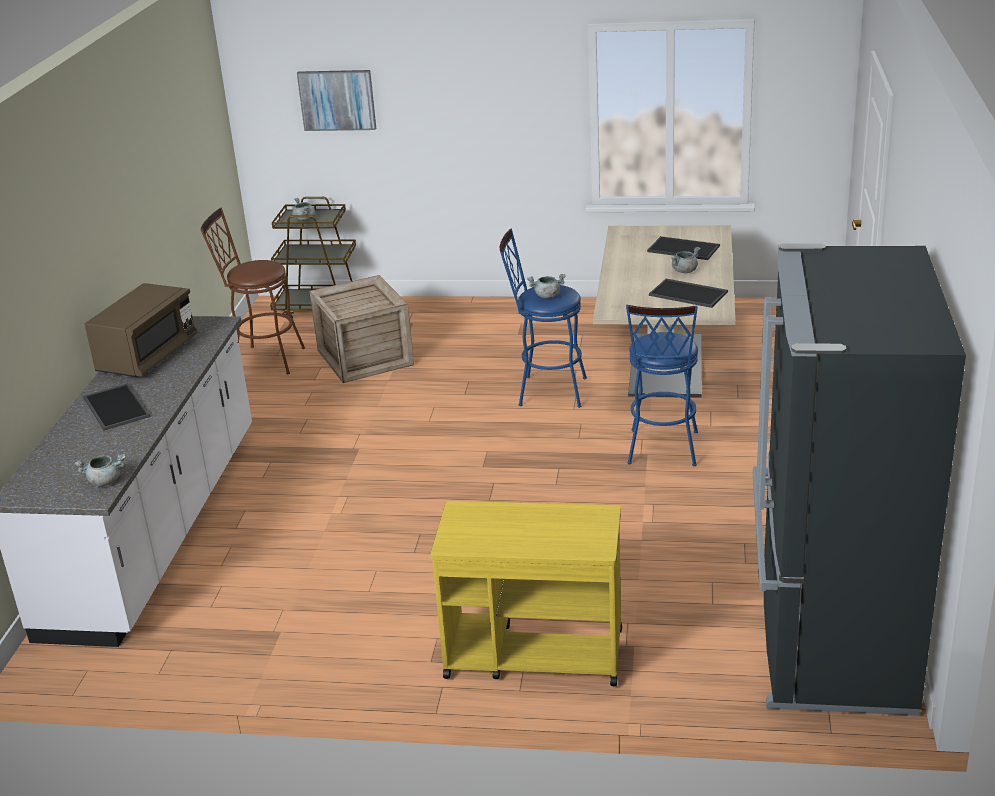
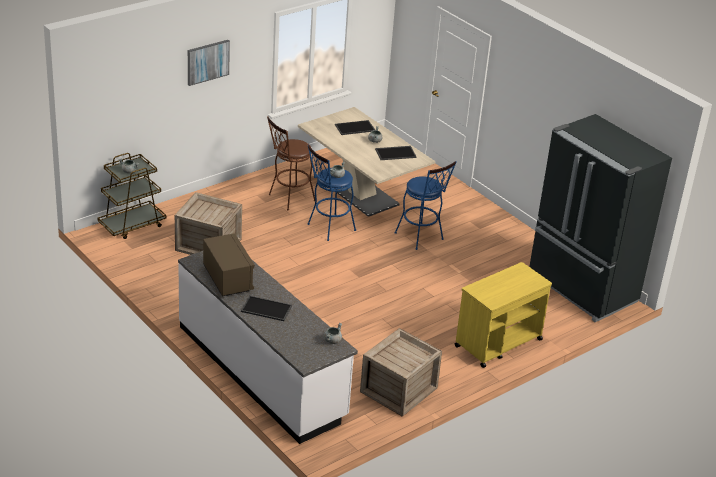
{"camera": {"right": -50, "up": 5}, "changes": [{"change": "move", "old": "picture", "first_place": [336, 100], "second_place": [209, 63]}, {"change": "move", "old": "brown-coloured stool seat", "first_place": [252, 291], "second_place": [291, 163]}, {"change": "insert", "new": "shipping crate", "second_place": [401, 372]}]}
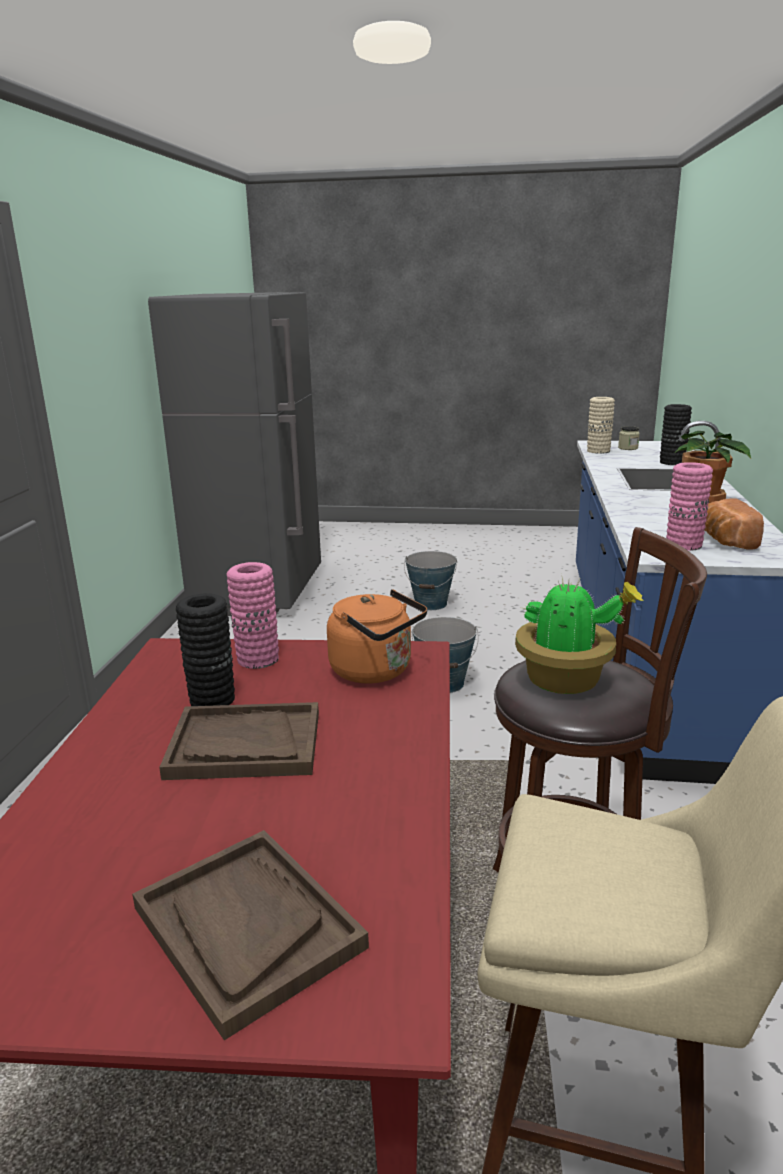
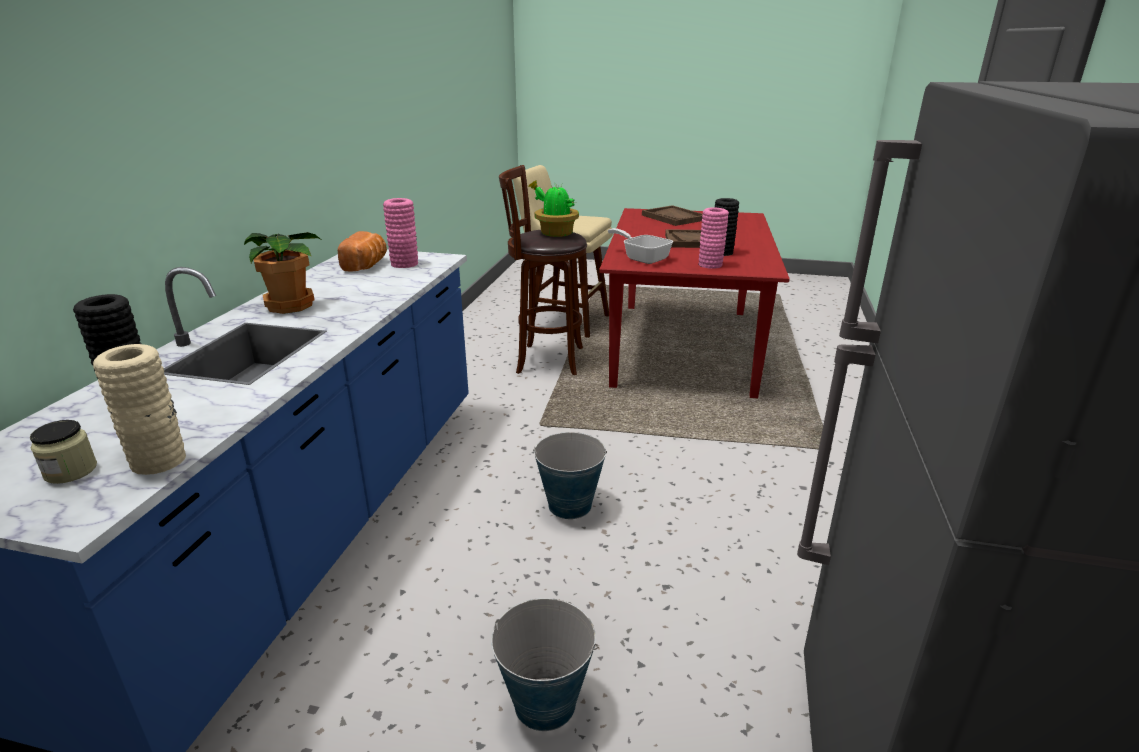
{"camera": {"right": -175, "up": 5}, "changes": [{"change": "replace", "old": "orange-coloured water kettle", "new": "frying pan", "first_place": [377, 636], "second_place": [640, 246]}]}
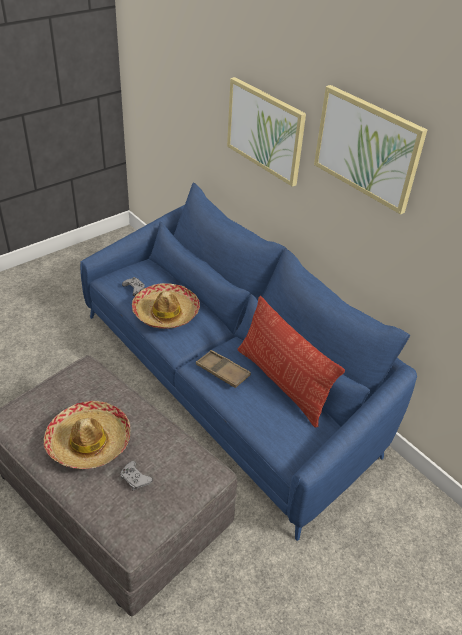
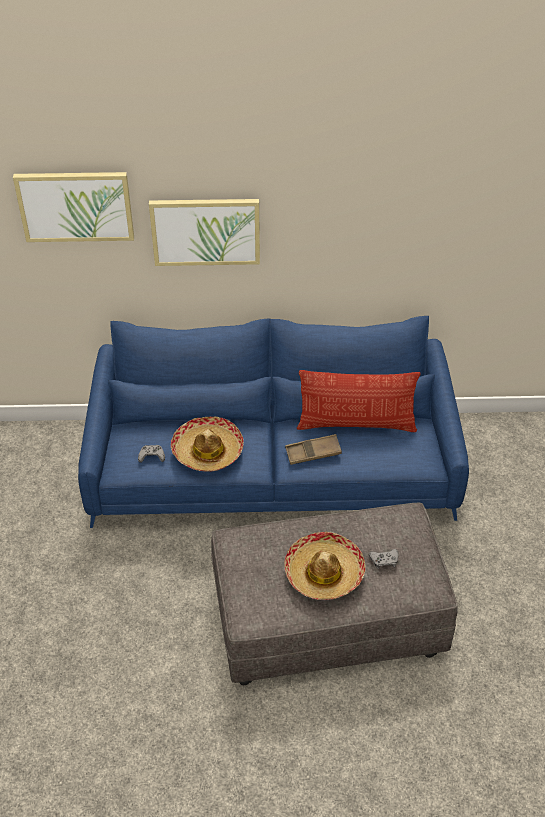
{"camera": {"right": -50, "up": 5}, "changes": [{"change": "move", "old": "picture", "first_place": [370, 149], "second_place": [73, 207]}]}
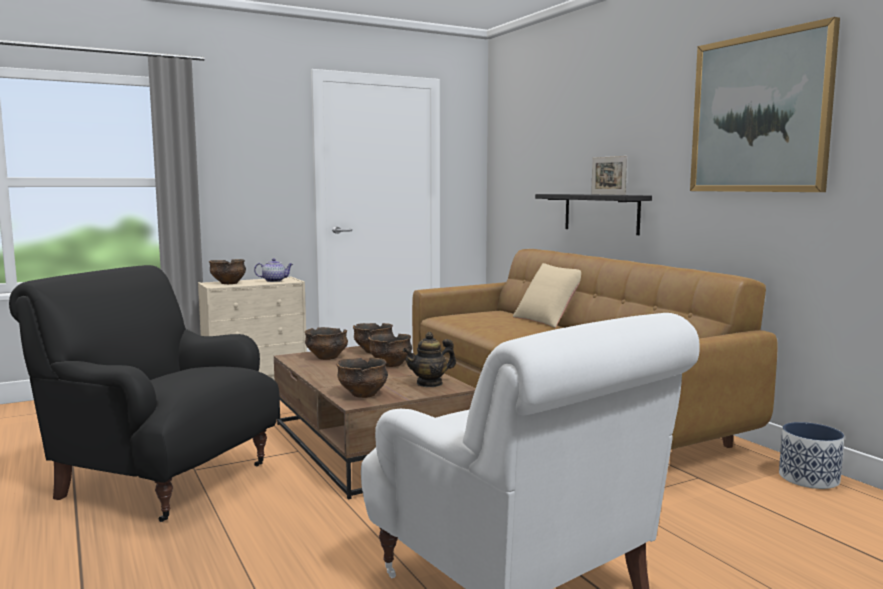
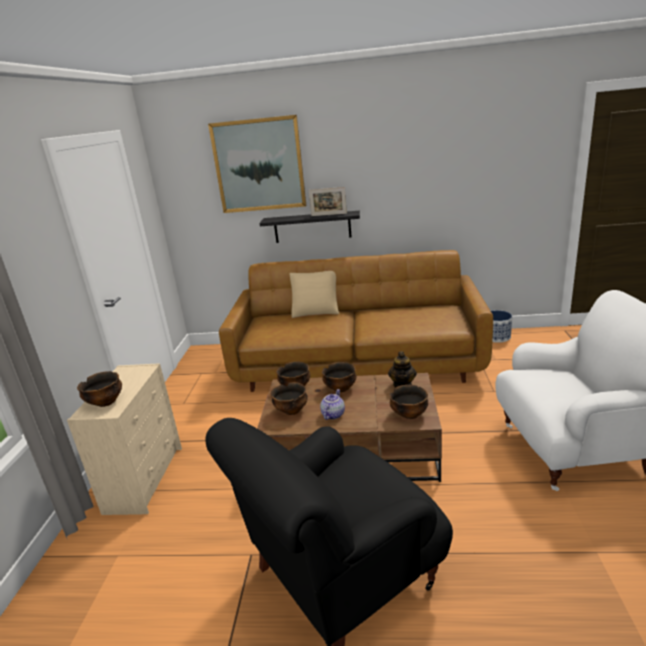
{"camera": {"right": -55, "up": 15}, "changes": [{"change": "move", "old": "picture", "first_place": [765, 104], "second_place": [257, 164]}, {"change": "move", "old": "teapot", "first_place": [273, 270], "second_place": [332, 404]}]}
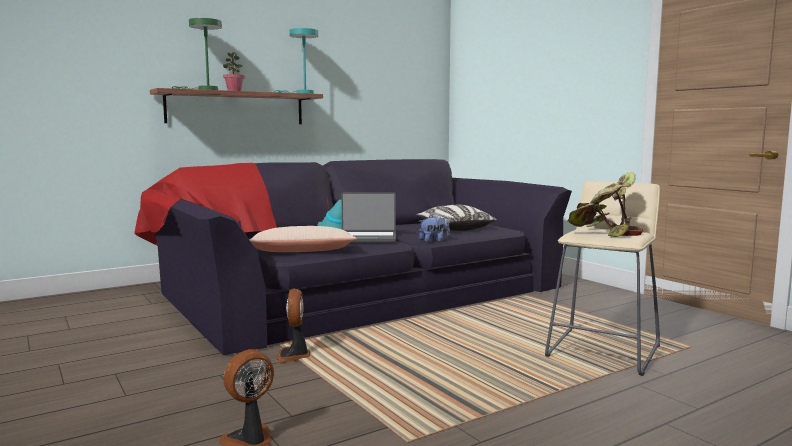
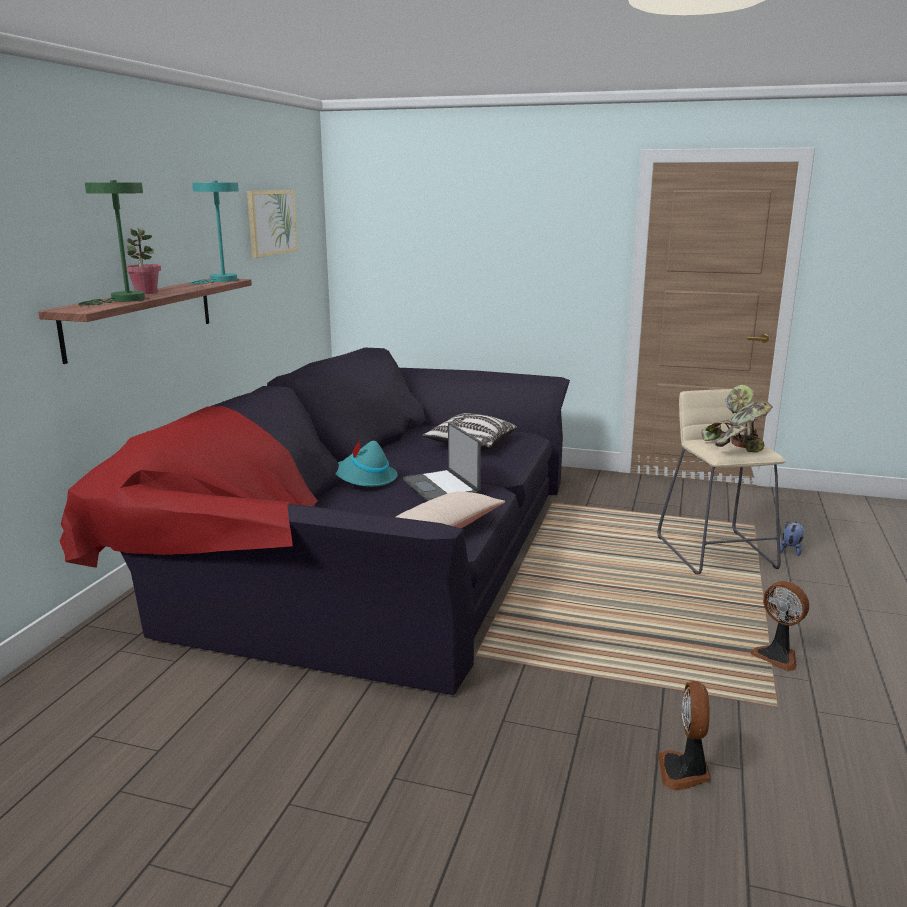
{"camera": {"right": -40, "up": 10}, "changes": [{"change": "insert", "new": "picture", "second_place": [272, 224]}, {"change": "rotate", "old": "notebook computer", "first_place": [368, 217], "second_place": [442, 462], "degrees": 105}, {"change": "move", "old": "cooling fan", "first_place": [293, 325], "second_place": [780, 626]}, {"change": "move", "old": "plush toy", "first_place": [434, 228], "second_place": [792, 538]}]}
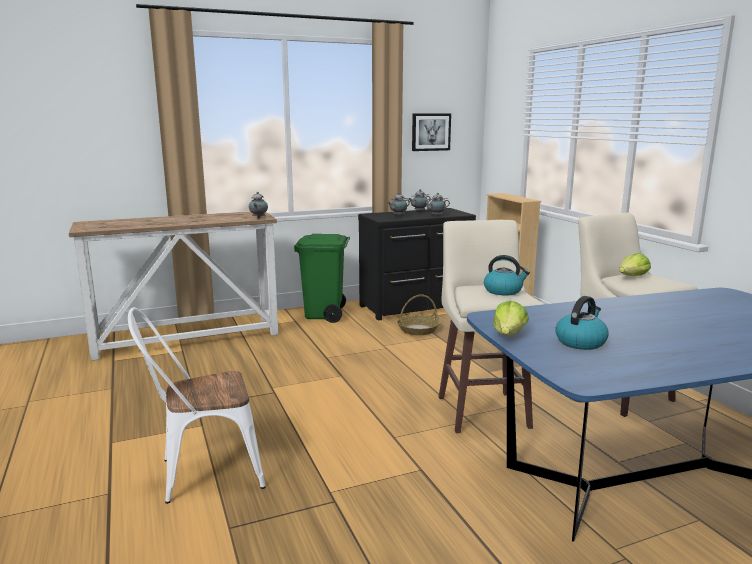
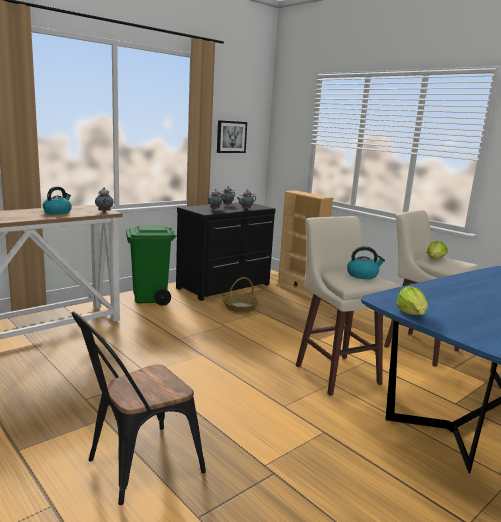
{"camera": {"right": -20, "up": 0}, "changes": [{"change": "move", "old": "water kettle", "first_place": [582, 323], "second_place": [57, 200]}, {"change": "recolor", "old": "whitish upright chair", "new": "black-coloured upright chair", "first_place": [197, 405], "second_place": [138, 408]}]}
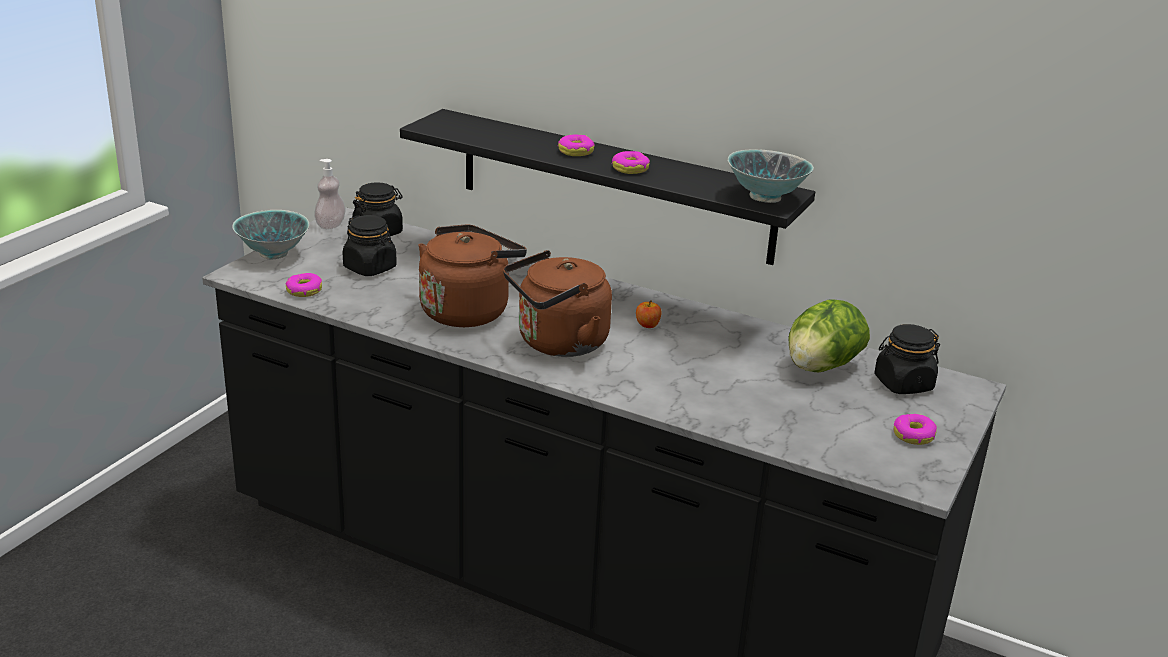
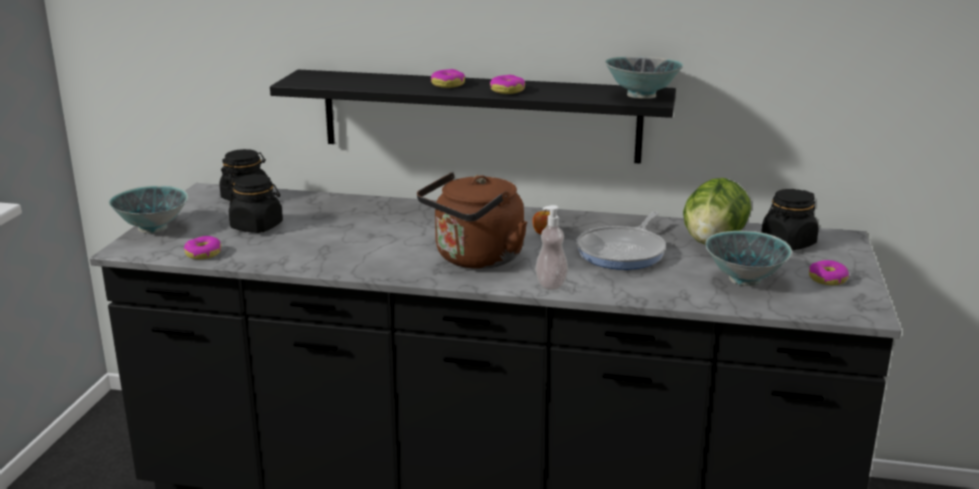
{"camera": {"right": -15, "up": -5}, "changes": [{"change": "move", "old": "soap bottle", "first_place": [330, 194], "second_place": [551, 247]}, {"change": "insert", "new": "frying pan", "second_place": [621, 240]}, {"change": "insert", "new": "serving bowl", "second_place": [748, 258]}, {"change": "delete", "old": "brown-coloured water kettle", "first_place": [472, 275]}]}
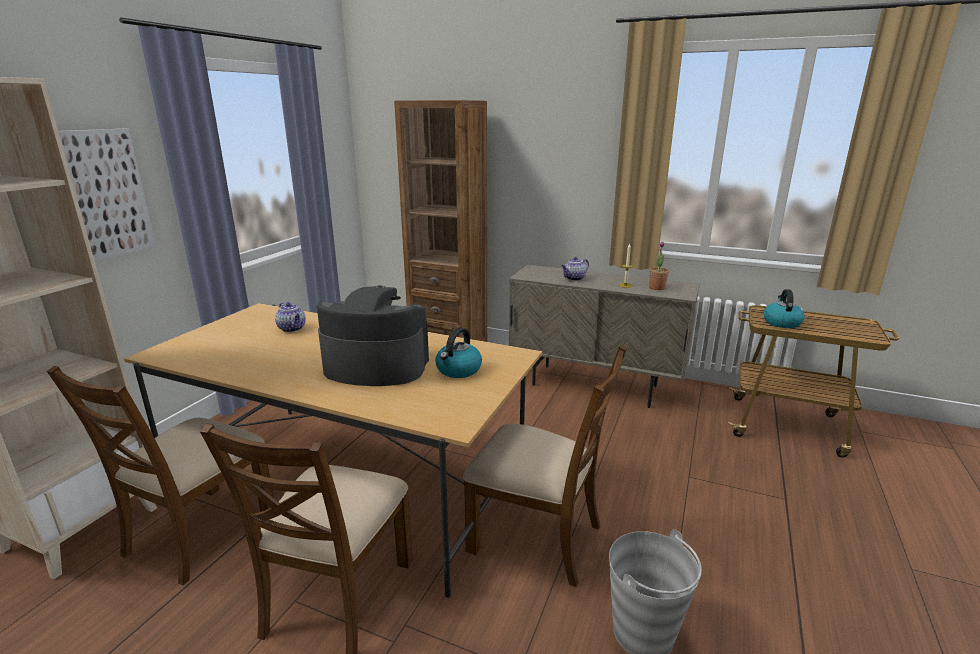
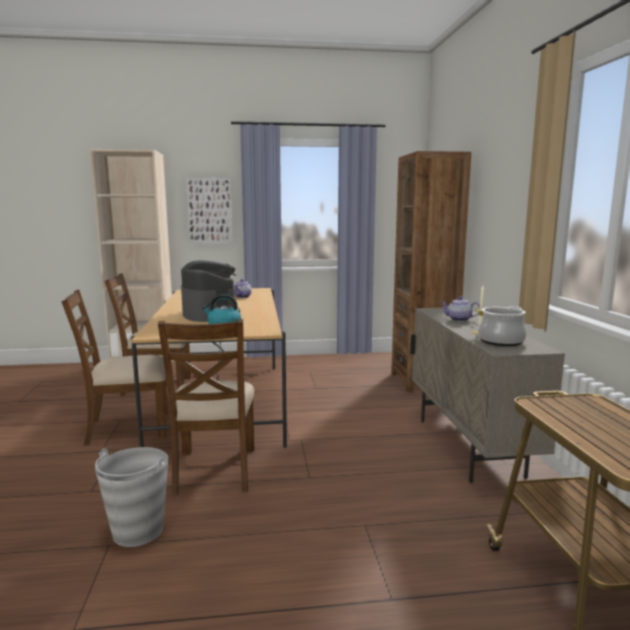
{"camera": {"right": 60, "up": -10}, "changes": [{"change": "replace", "old": "potted plant", "new": "stockpot", "first_place": [659, 266], "second_place": [502, 326]}, {"change": "delete", "old": "water kettle", "first_place": [784, 308]}]}
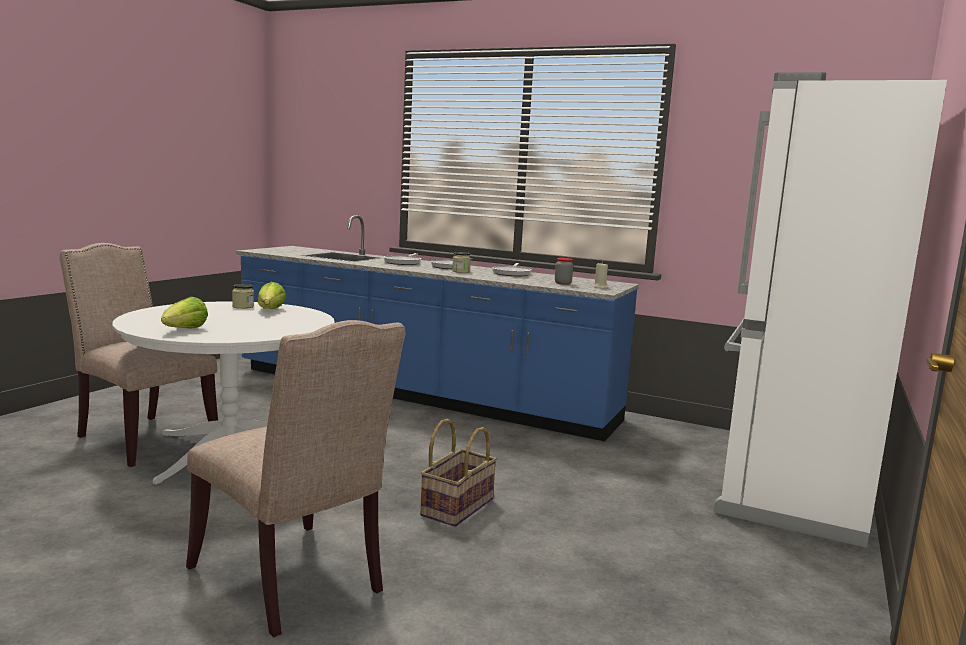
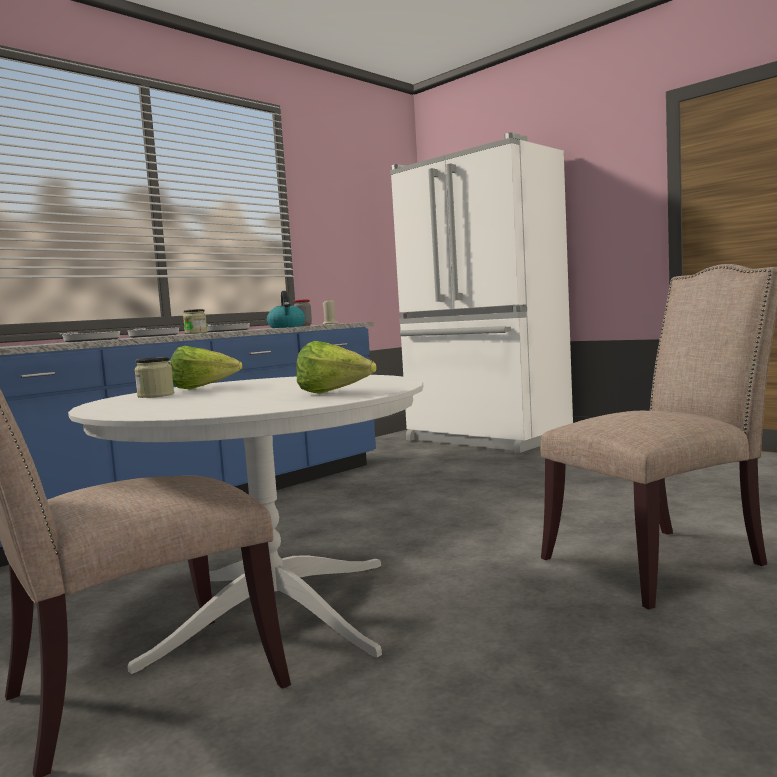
{"camera": {"right": -70, "up": -5}, "changes": [{"change": "insert", "new": "water kettle", "second_place": [286, 309]}, {"change": "delete", "old": "basket", "first_place": [458, 473]}]}
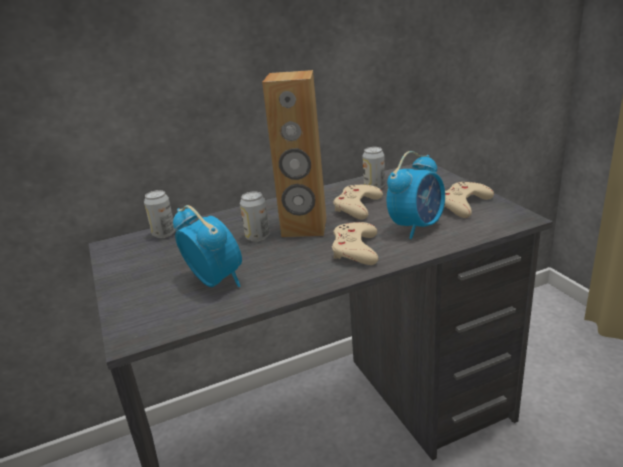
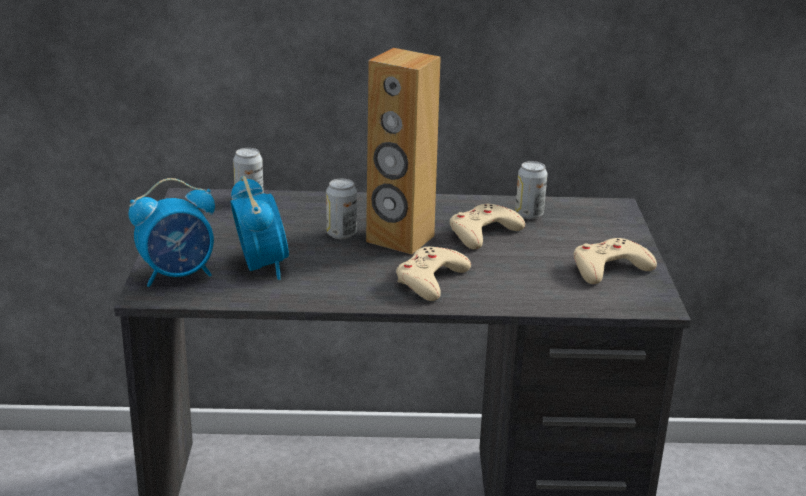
{"camera": {"right": 20, "up": 0}, "changes": [{"change": "move", "old": "alarm clock", "first_place": [416, 195], "second_place": [172, 232]}]}
